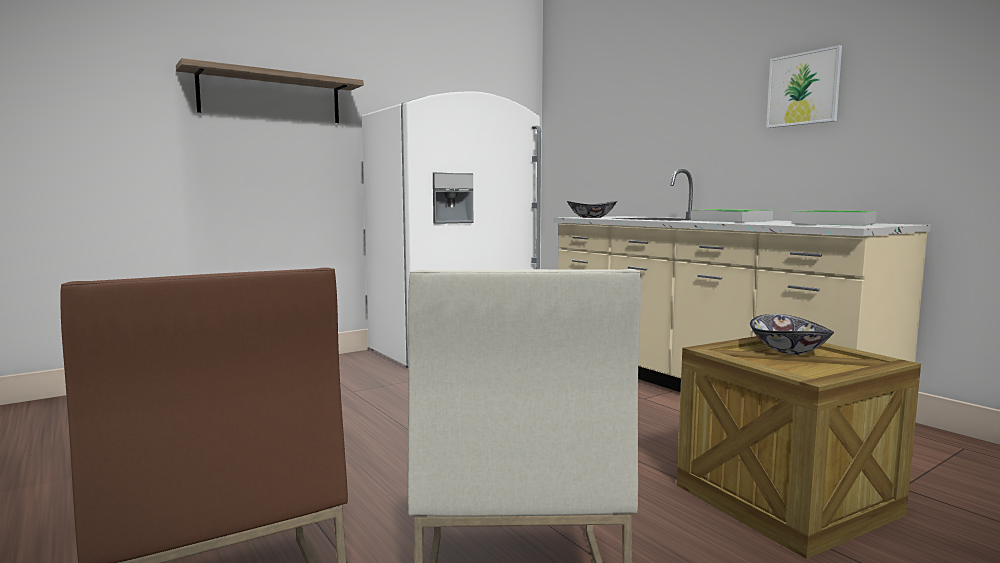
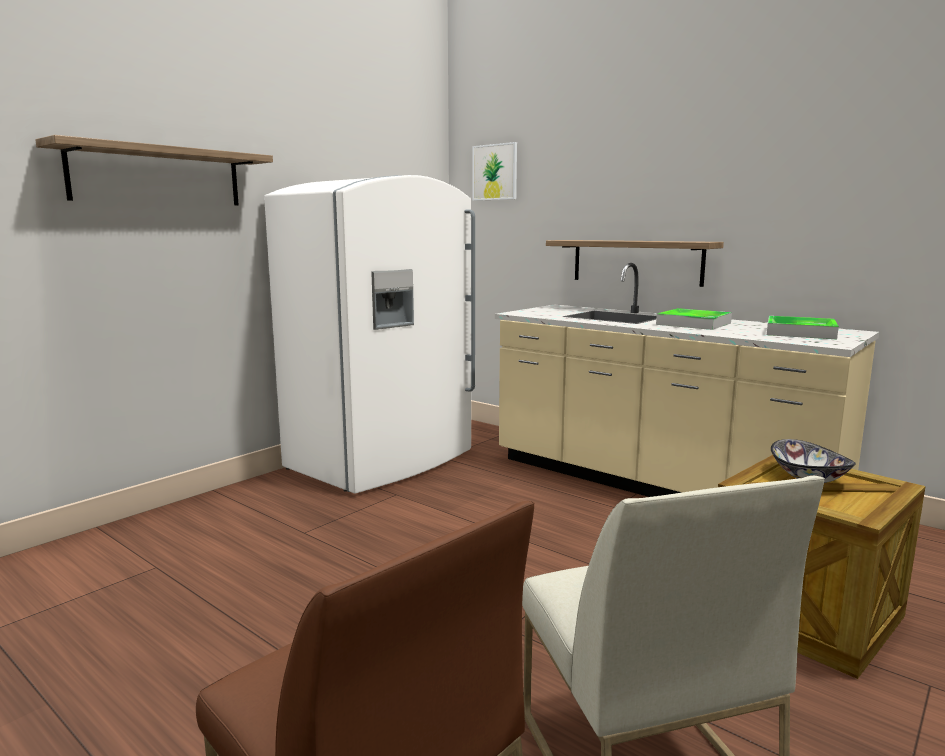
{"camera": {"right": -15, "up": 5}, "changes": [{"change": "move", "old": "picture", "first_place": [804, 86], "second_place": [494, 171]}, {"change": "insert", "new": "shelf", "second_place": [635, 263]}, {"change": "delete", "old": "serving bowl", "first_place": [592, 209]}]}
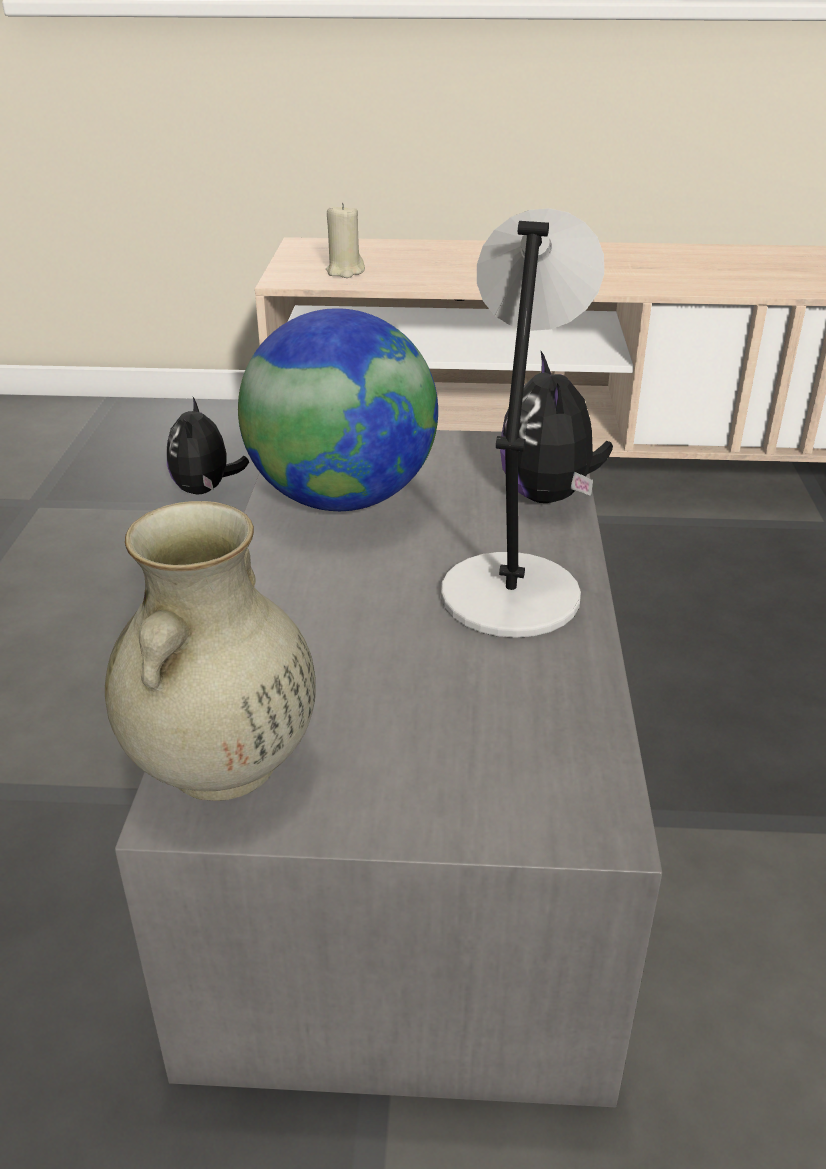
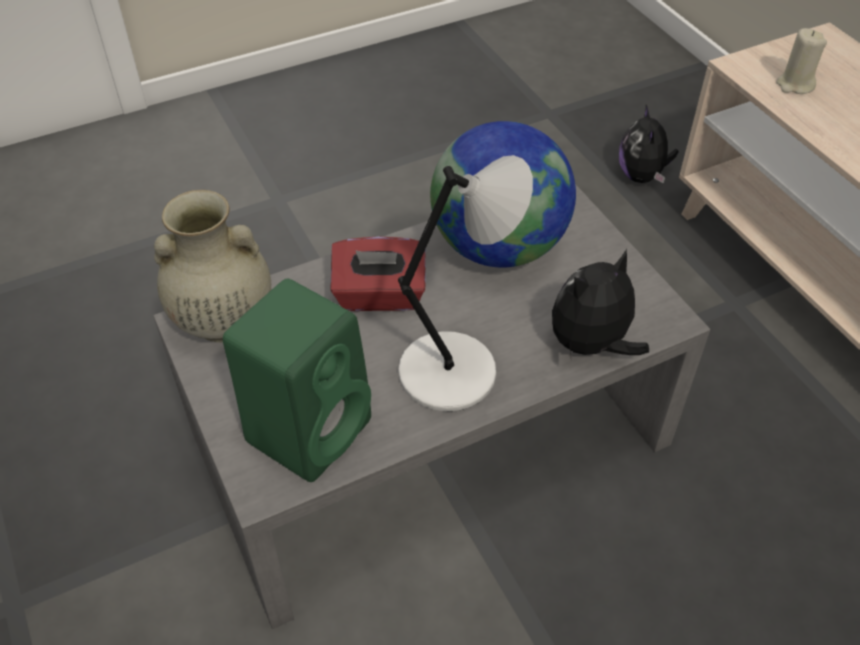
{"camera": {"right": 60, "up": 15}, "changes": [{"change": "insert", "new": "green-coloured speaker", "second_place": [297, 380]}, {"change": "insert", "new": "red-coloured tissue box", "second_place": [378, 274]}, {"change": "rotate", "old": "plush toy", "first_place": [208, 446], "second_place": [649, 144], "degrees": -60}]}
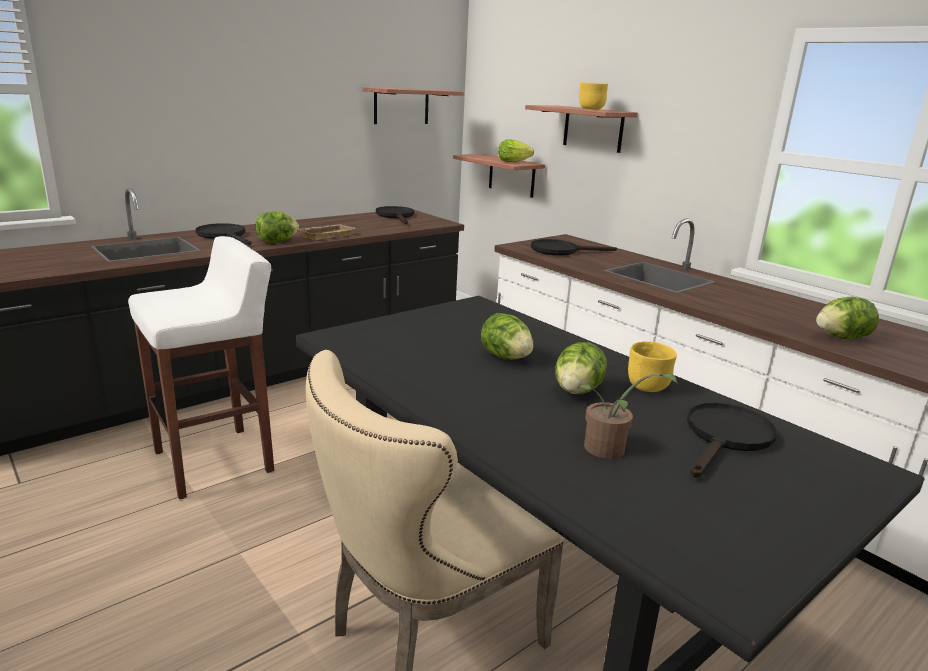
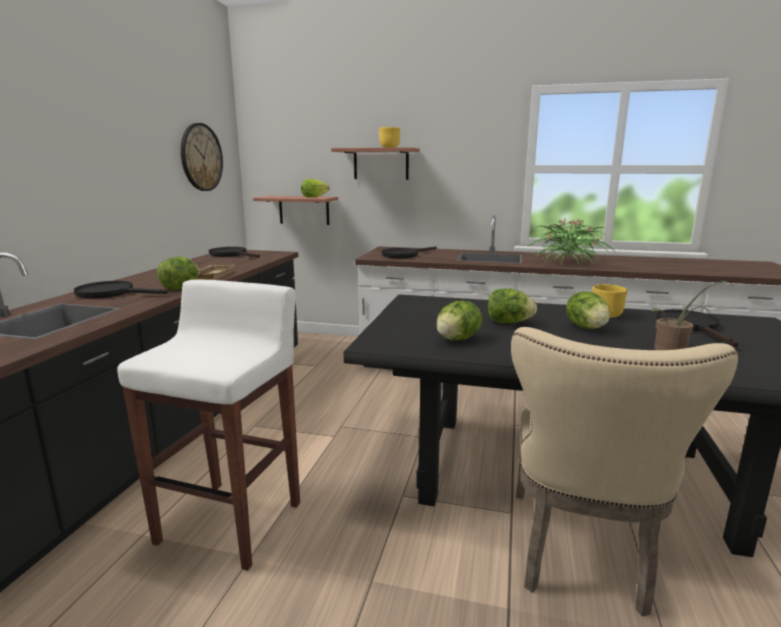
{"camera": {"right": -35, "up": -5}, "changes": [{"change": "replace", "old": "shelf", "new": "wall clock", "first_place": [413, 105], "second_place": [202, 157]}, {"change": "move", "old": "lettuce head", "first_place": [847, 318], "second_place": [459, 320]}, {"change": "insert", "new": "potted plant", "second_place": [570, 241]}]}
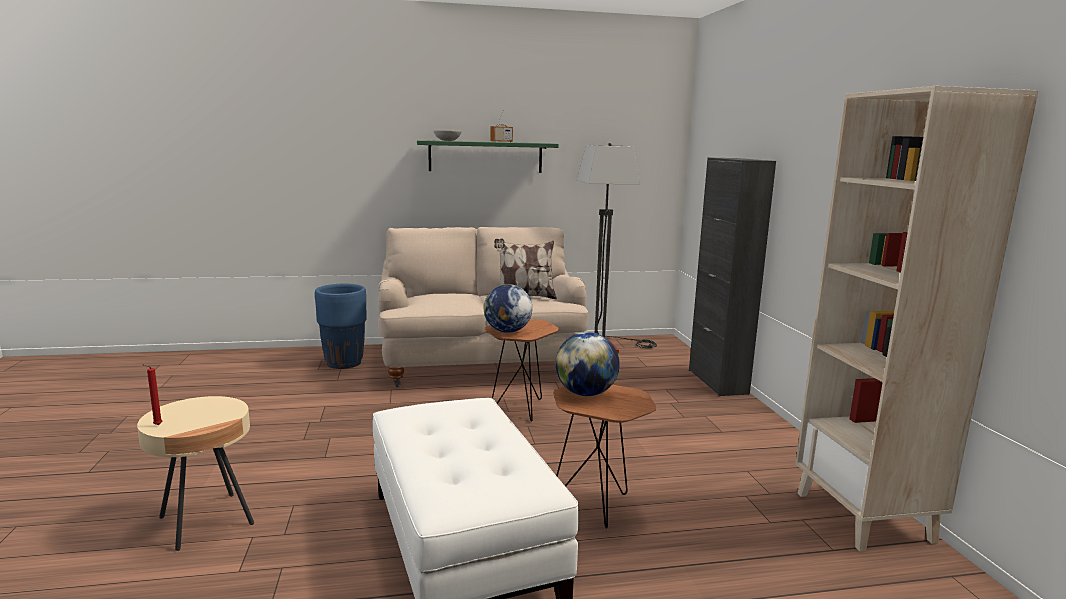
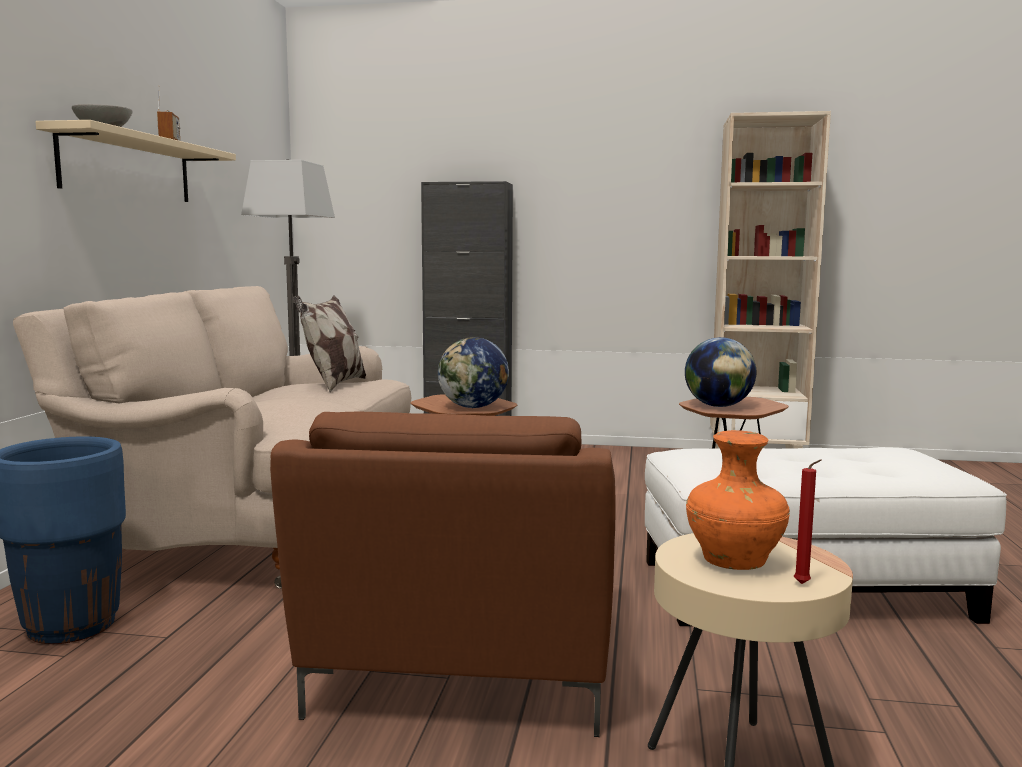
{"camera": {"right": -70, "up": -5}, "changes": [{"change": "recolor", "old": "green-coloured shelf", "new": "sand-coloured shelf", "first_place": [488, 156], "second_place": [135, 161]}, {"change": "insert", "new": "brown-coloured lounge chair", "second_place": [443, 574]}, {"change": "insert", "new": "orange-coloured decorative vase", "second_place": [738, 500]}]}
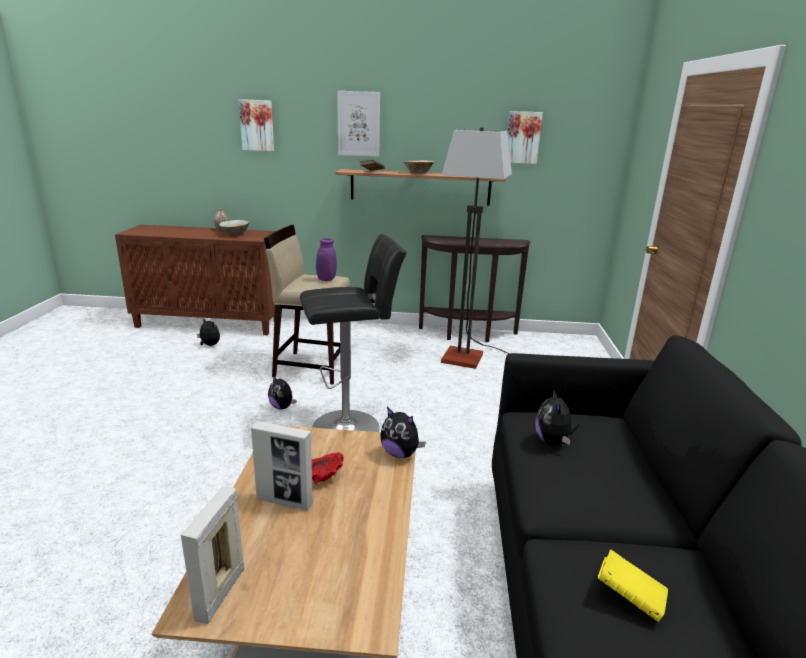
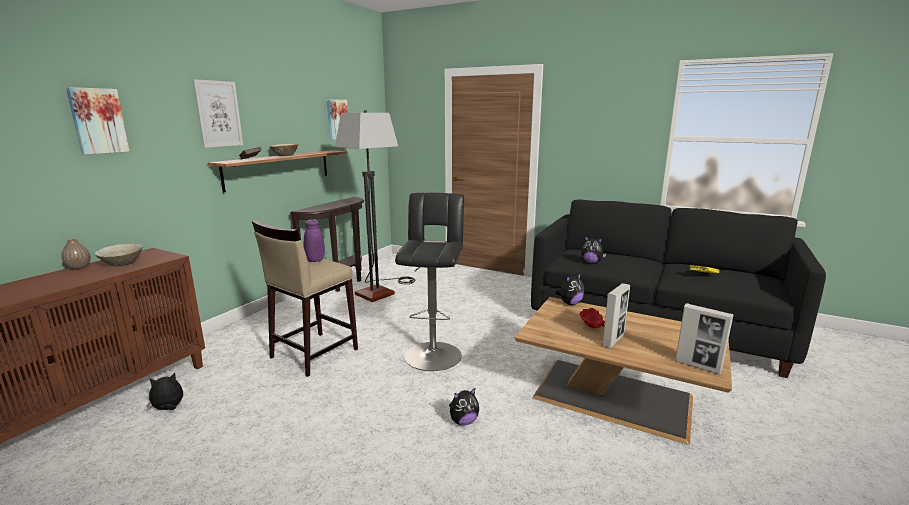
{"camera": {"right": -65, "up": -5}, "changes": [{"change": "move", "old": "plush toy", "first_place": [282, 393], "second_place": [464, 406]}]}
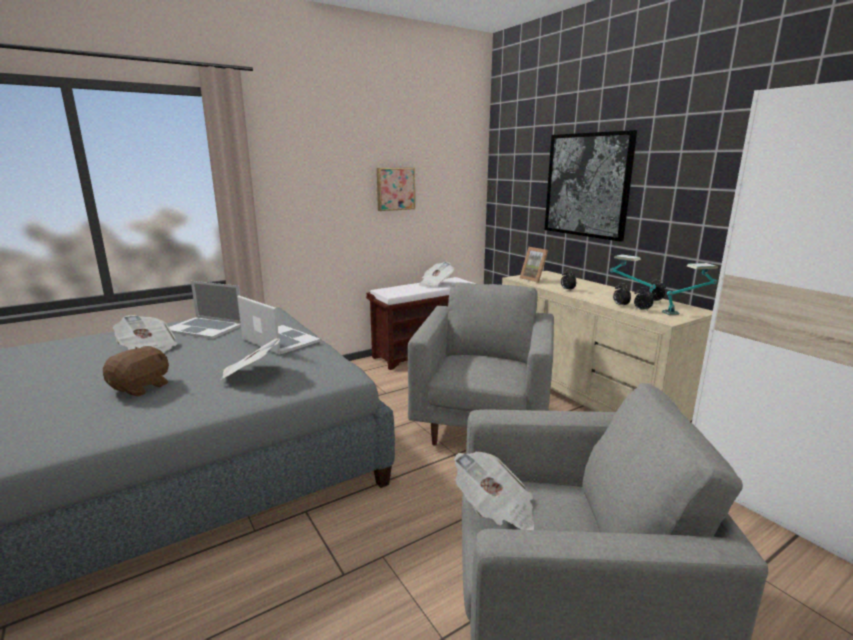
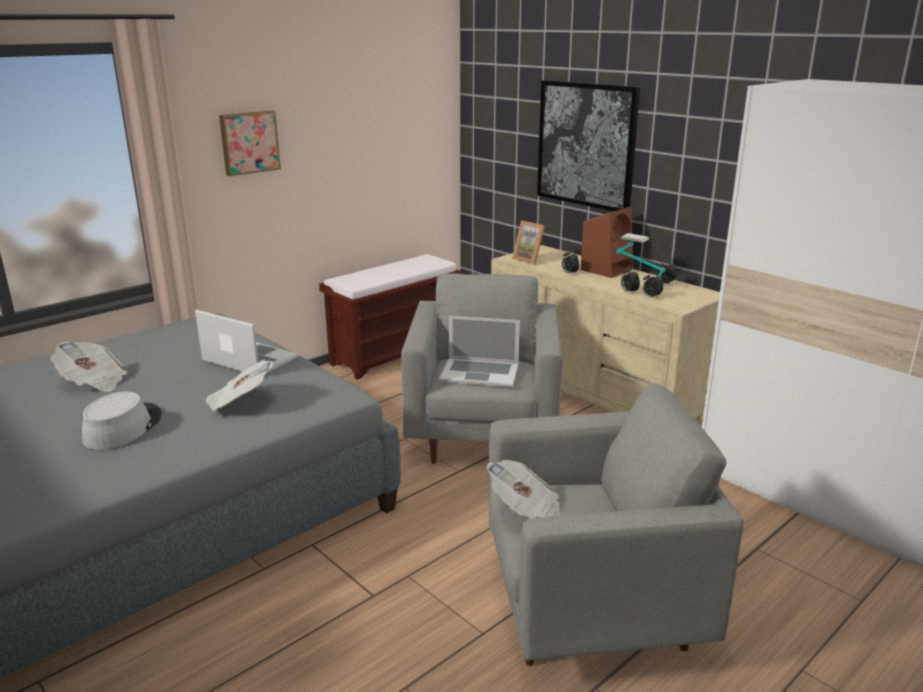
{"camera": {"right": -10, "up": 5}, "changes": [{"change": "replace", "old": "brown-coloured plush toy", "new": "grey clothing hat", "first_place": [136, 371], "second_place": [122, 420]}, {"change": "move", "old": "picture", "first_place": [396, 189], "second_place": [250, 143]}, {"change": "move", "old": "notebook computer", "first_place": [205, 310], "second_place": [479, 351]}, {"change": "insert", "new": "brown-coloured speaker", "second_place": [607, 242]}, {"change": "delete", "old": "daily paper", "first_place": [436, 274]}, {"change": "delete", "old": "table lamp", "first_place": [690, 289]}]}
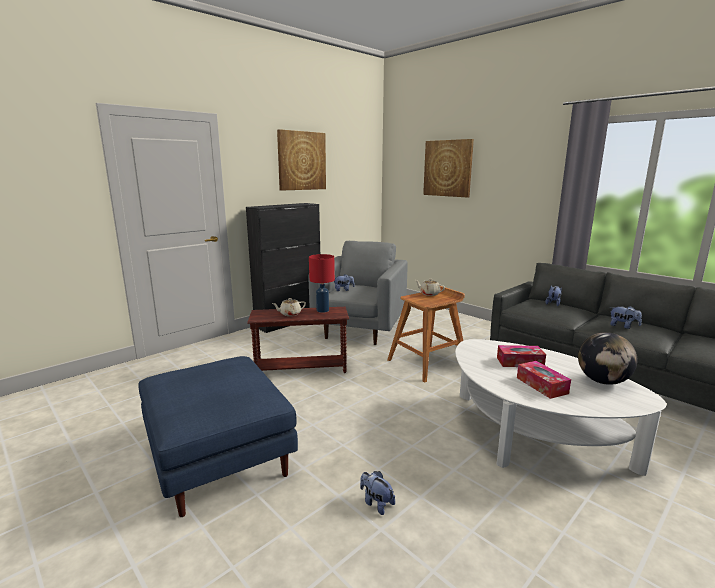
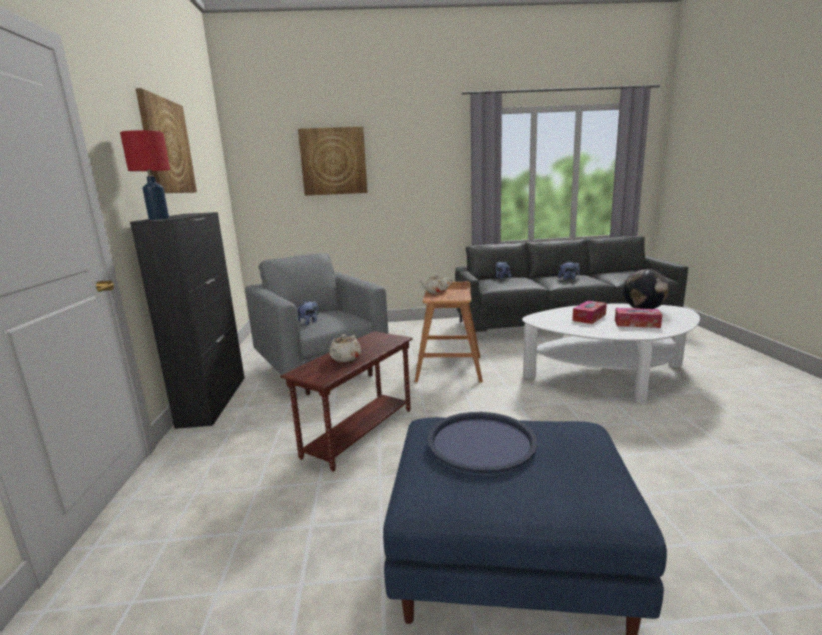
{"camera": {"right": -50, "up": 0}, "changes": [{"change": "move", "old": "red-coloured table lamp", "first_place": [322, 283], "second_place": [145, 175]}, {"change": "insert", "new": "bluish serving tray", "second_place": [482, 442]}, {"change": "delete", "old": "plush toy", "first_place": [377, 493]}]}
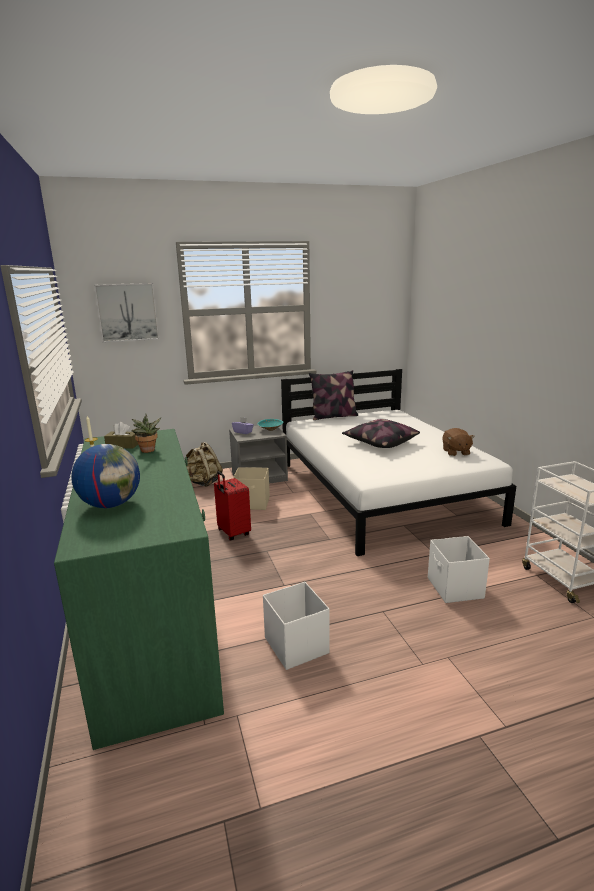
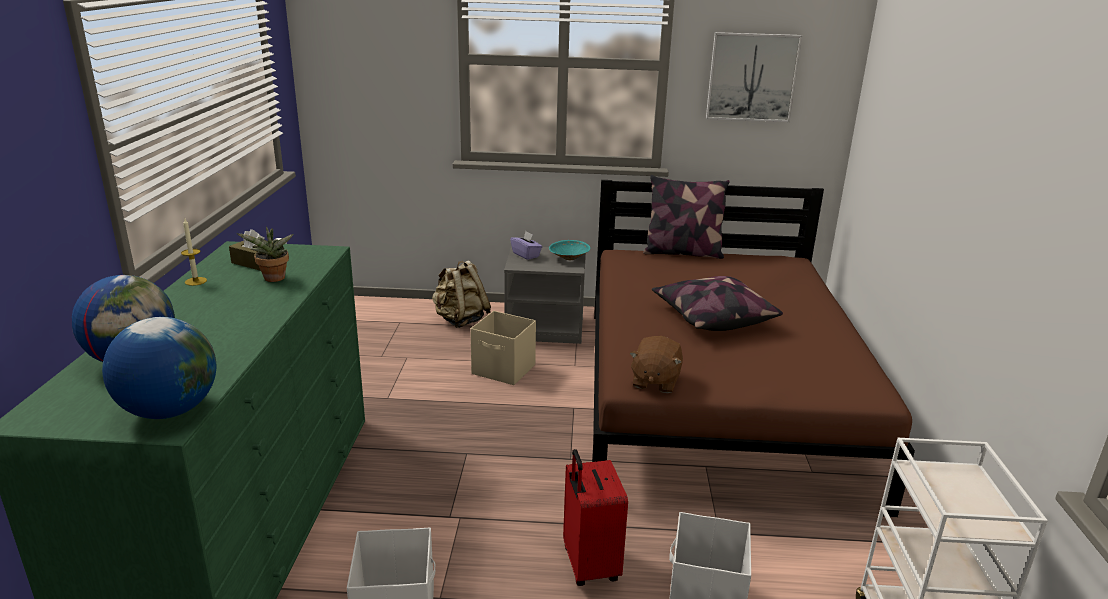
{"camera": {"right": 20, "up": 5}, "changes": [{"change": "insert", "new": "desk globe", "second_place": [159, 368]}, {"change": "move", "old": "red-coloured suitcase", "first_place": [232, 505], "second_place": [595, 517]}, {"change": "recolor", "old": "whitish bedroom bed", "new": "brown-coloured bedroom bed", "first_place": [398, 462], "second_place": [753, 348]}, {"change": "move", "old": "brown-coloured plush toy", "first_place": [458, 442], "second_place": [656, 364]}, {"change": "move", "old": "picture", "first_place": [126, 313], "second_place": [754, 77]}]}
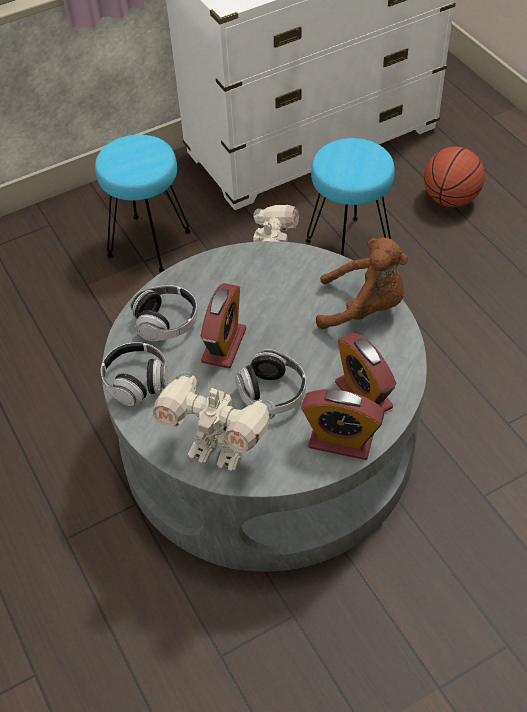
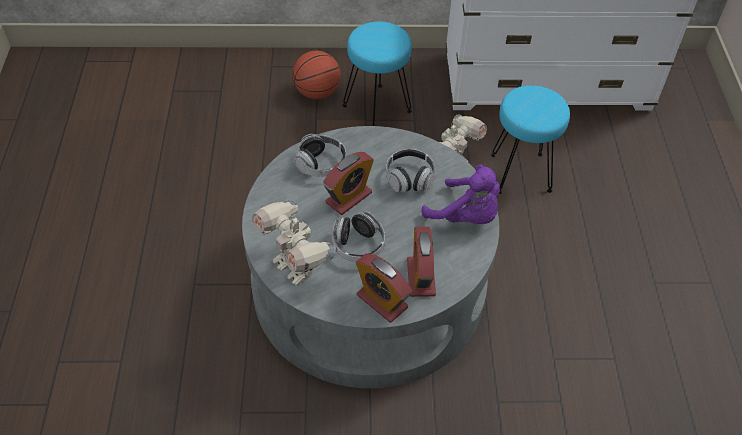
{"camera": {"right": 25, "up": 0}, "changes": [{"change": "move", "old": "basketball", "first_place": [454, 176], "second_place": [316, 75]}, {"change": "move", "old": "pair of headphones", "first_place": [134, 374], "second_place": [410, 171]}, {"change": "recolor", "old": "brown-coloured plush toy", "new": "purple plush toy", "first_place": [362, 283], "second_place": [460, 194]}]}
